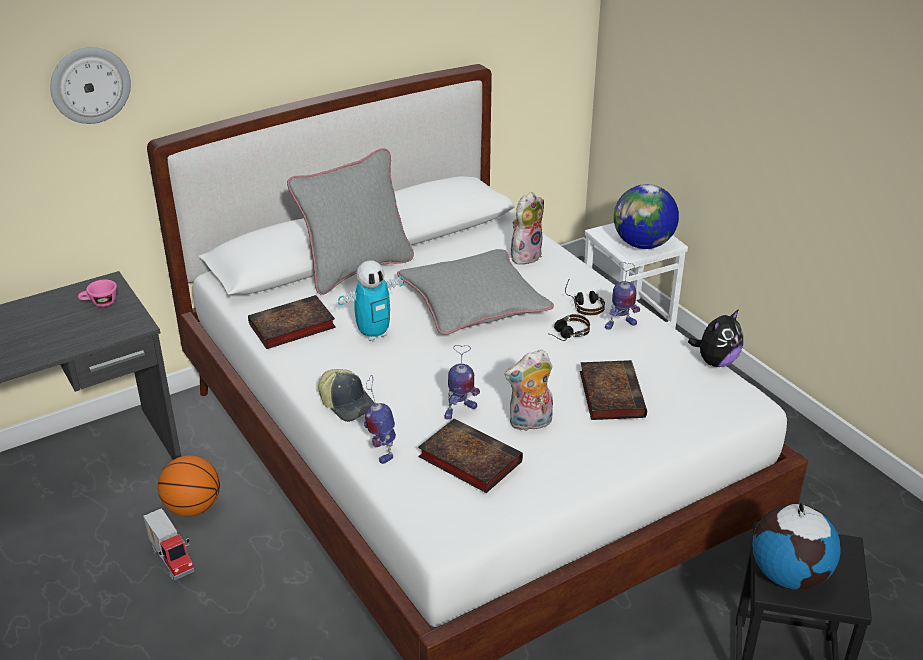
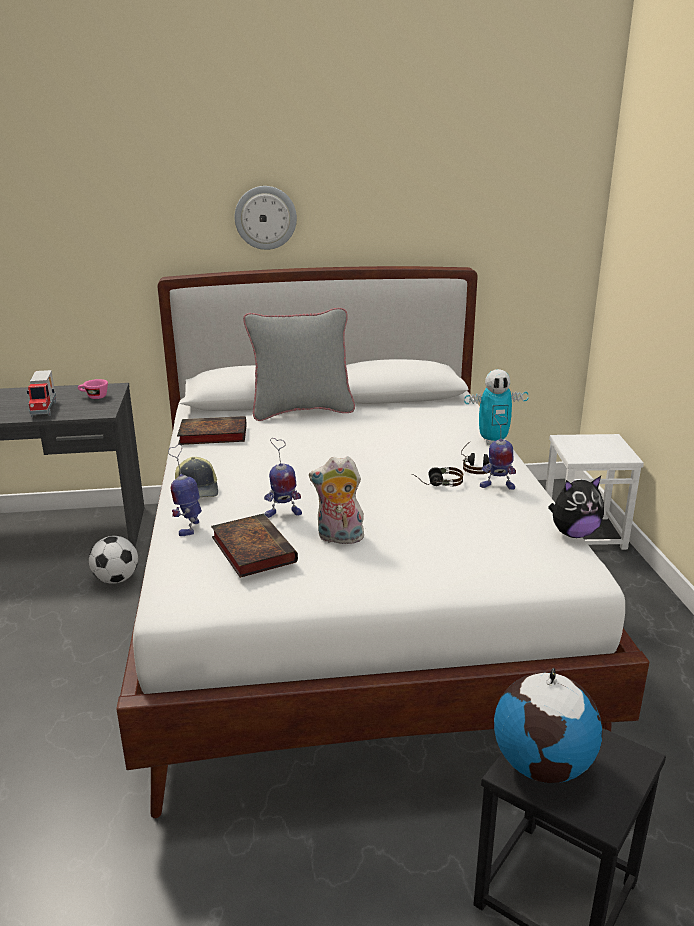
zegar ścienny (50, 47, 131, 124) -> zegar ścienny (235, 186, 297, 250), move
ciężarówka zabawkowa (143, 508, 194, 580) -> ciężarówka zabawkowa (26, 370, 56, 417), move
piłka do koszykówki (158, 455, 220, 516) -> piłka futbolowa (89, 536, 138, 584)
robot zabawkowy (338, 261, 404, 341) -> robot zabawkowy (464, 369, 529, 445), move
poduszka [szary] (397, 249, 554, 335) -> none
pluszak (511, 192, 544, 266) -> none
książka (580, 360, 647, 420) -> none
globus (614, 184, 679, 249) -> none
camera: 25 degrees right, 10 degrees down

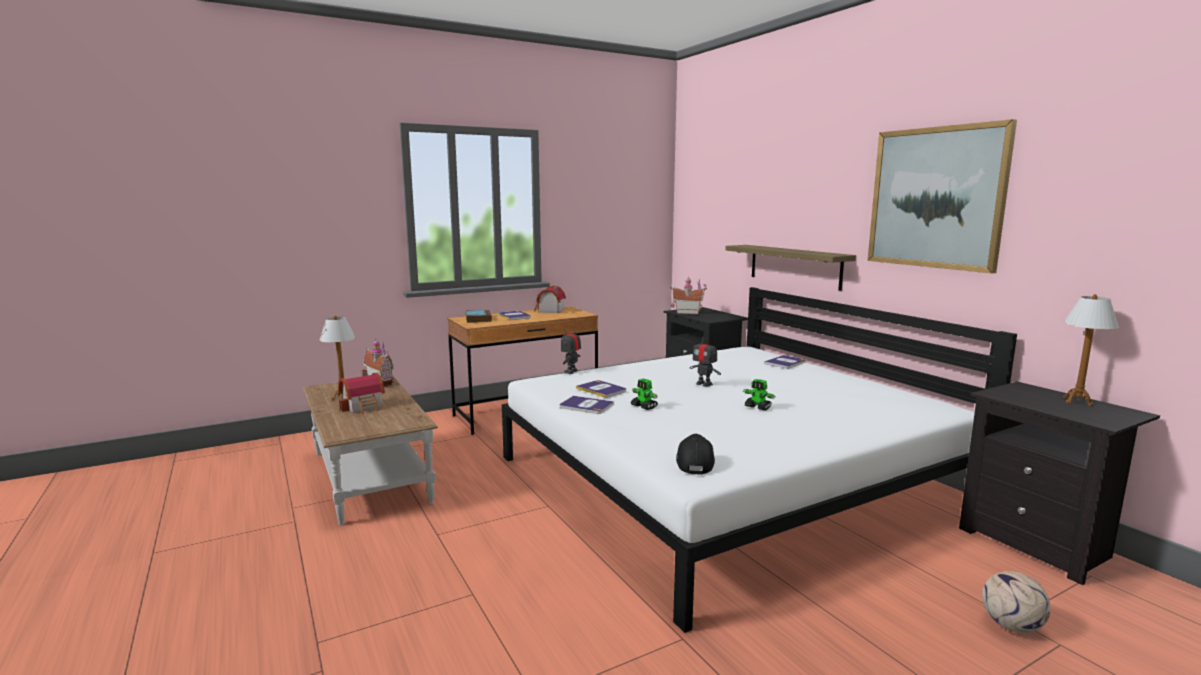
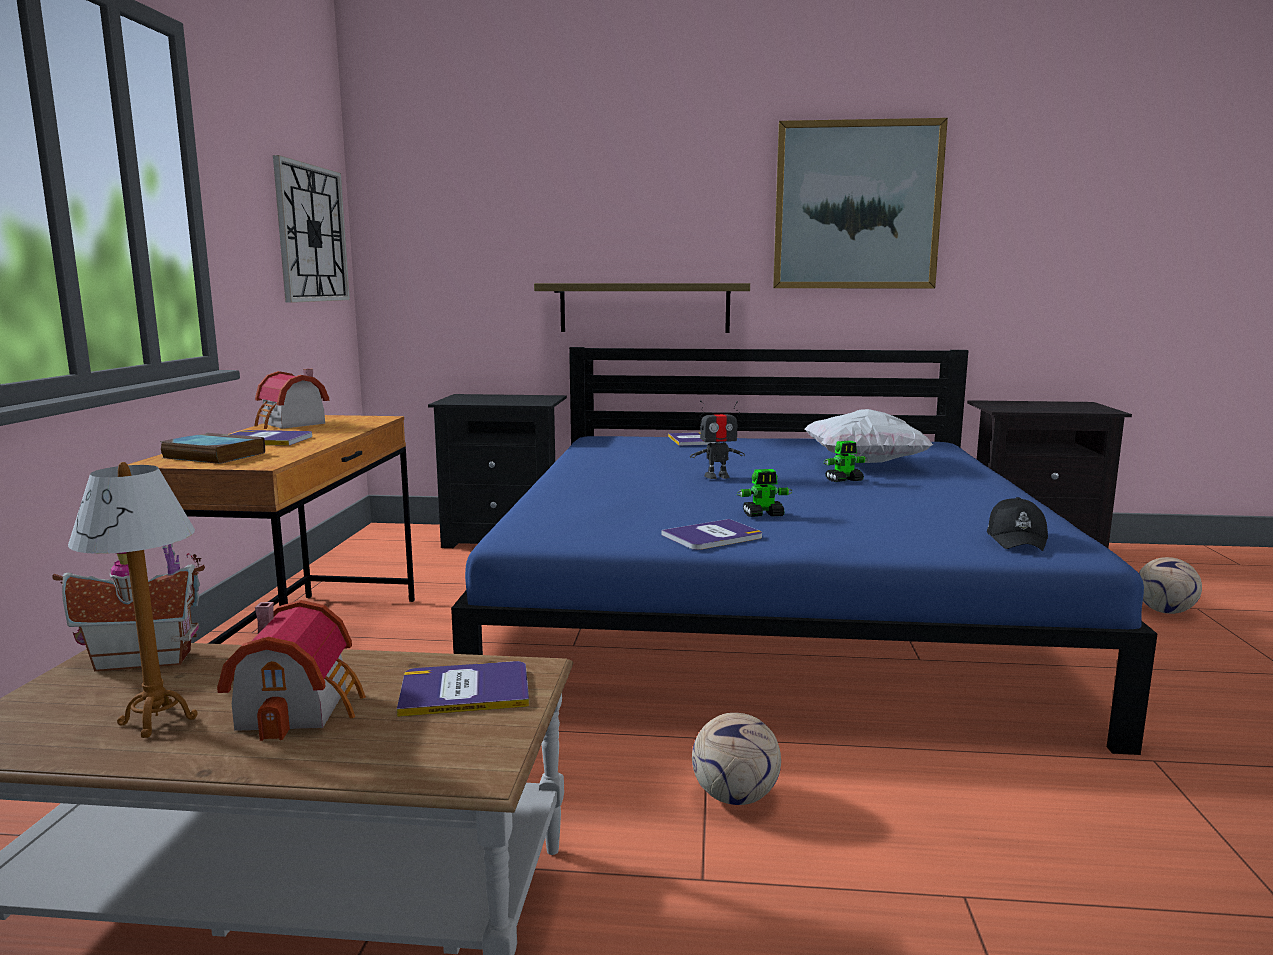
łóżko [biały] (502, 287, 1017, 633) -> łóżko [niebieski] (451, 347, 1157, 755)
robot zabawkowy (561, 324, 581, 374) -> none
książka (576, 380, 626, 398) -> książka (397, 661, 529, 717), move
domek (670, 276, 707, 314) -> none
czapka z daszkiem [czarny] (676, 434, 715, 475) -> czapka z daszkiem [czarny] (987, 497, 1048, 551), 120 degrees counterclockwise
lampa stołowa (1063, 294, 1119, 406) -> none
none -> zegar ścienny (273, 155, 350, 303)
none -> piłka futbolowa (692, 713, 781, 805)
none -> poduszka [biały] (805, 409, 933, 463)
camera: 55 degrees left, 0 degrees up

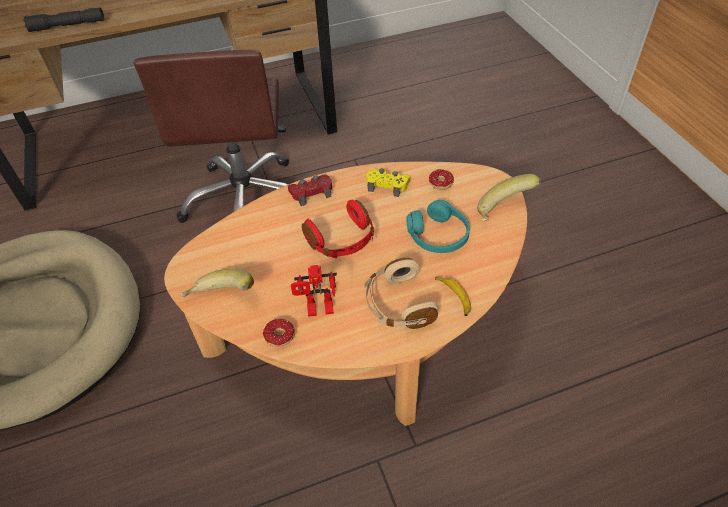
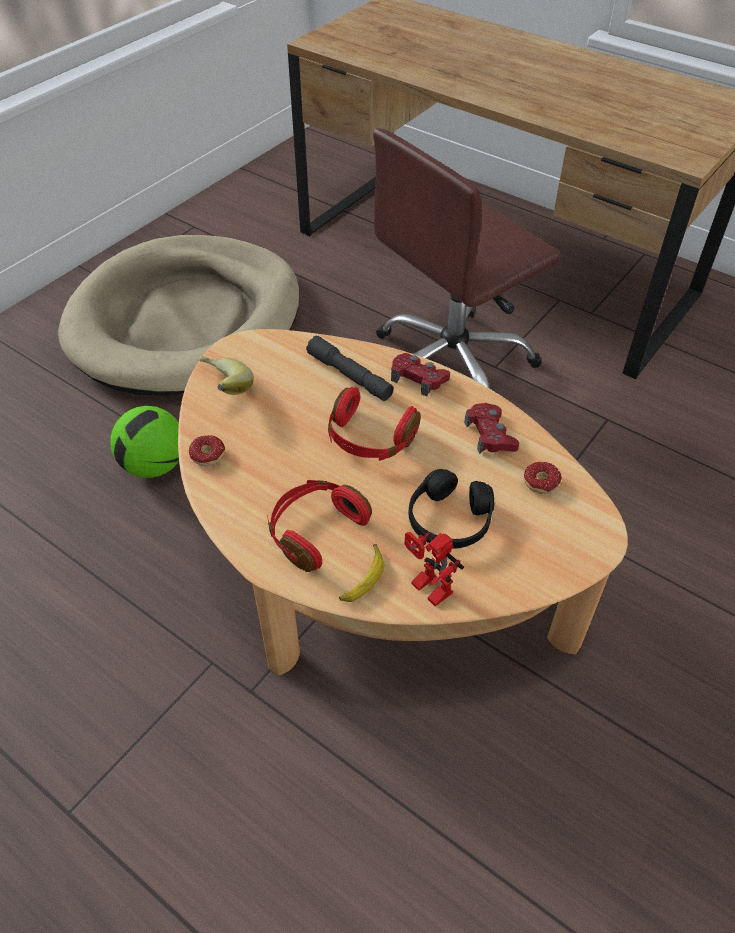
latarka [szary] (23, 8, 104, 32) -> latarka [szary] (306, 336, 394, 401), move
robot zabawkowy (291, 265, 337, 317) -> robot zabawkowy (405, 530, 464, 606), move
słuchawki [beżowy] (364, 258, 438, 329) -> słuchawki [czerwony] (267, 480, 372, 572)
pad do gier [żółty] (366, 169, 410, 197) -> pad do gier [czerwony] (464, 403, 519, 454)
słuchawki [turkusowy] (407, 200, 470, 253) -> słuchawki [czarny] (409, 469, 494, 549)
banan (477, 174, 541, 222) -> none
none -> piłka futbolowa (110, 406, 179, 478)
camera: 55 degrees right, 0 degrees up

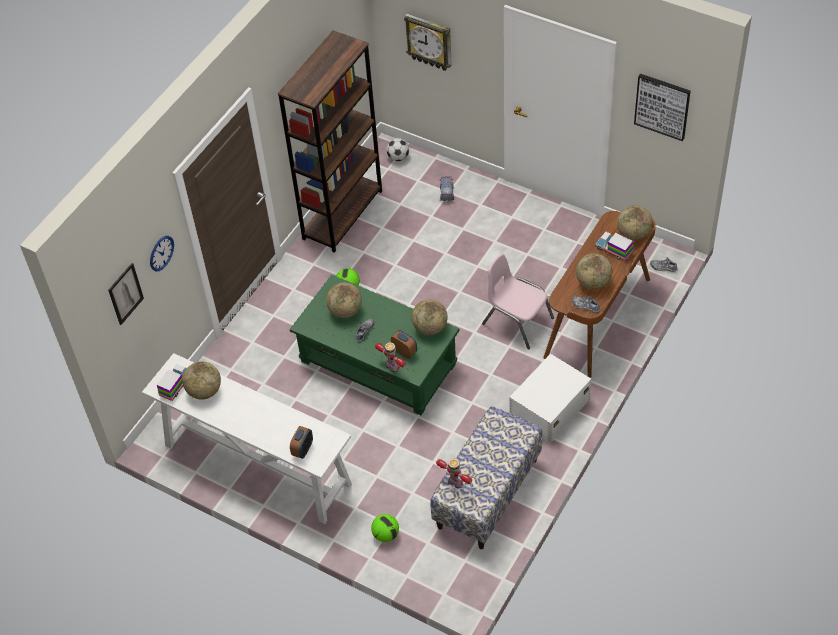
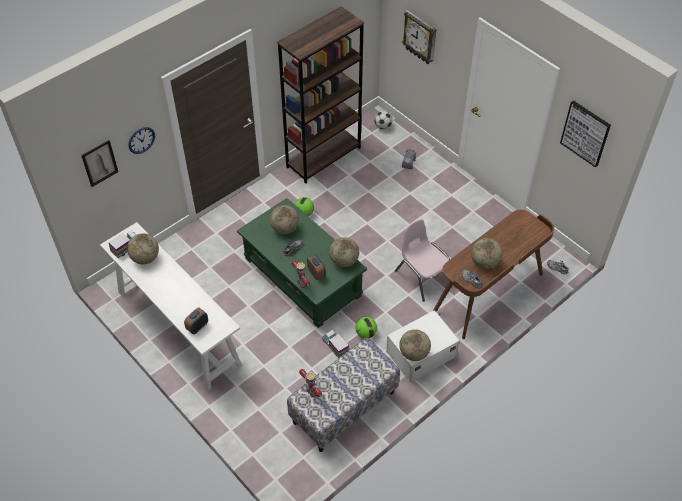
piłka futbolowa (371, 514, 399, 542) -> piłka futbolowa (355, 317, 377, 339), move
ciężarówka zabawkowa (595, 232, 633, 261) -> ciężarówka zabawkowa (322, 330, 349, 358), move
globus (617, 205, 653, 241) -> globus (399, 329, 431, 361), move
camera: 15 degrees right, 0 degrees up

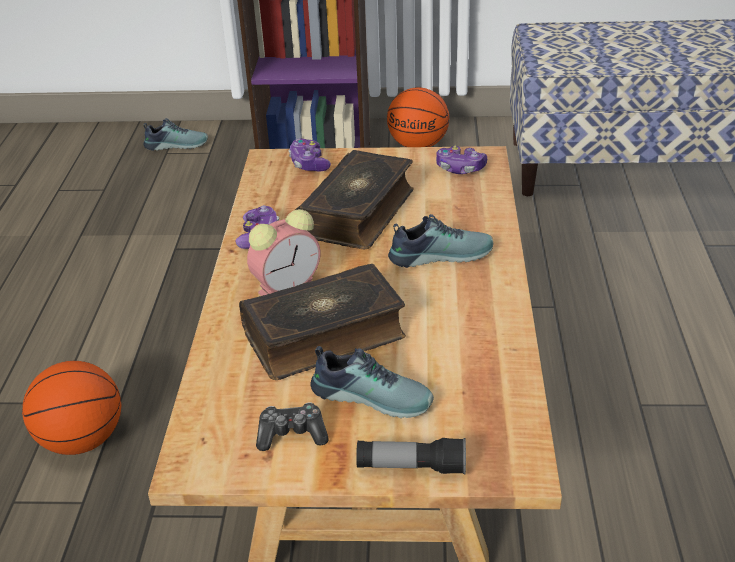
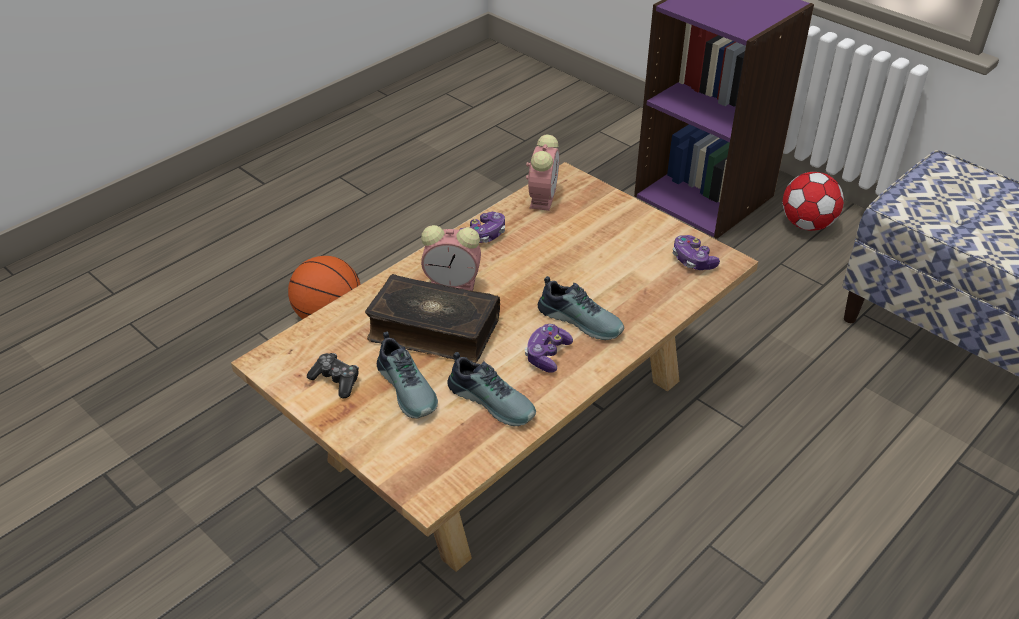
but (143, 118, 208, 151) -> but (448, 352, 536, 426), move
pad do gier (289, 138, 331, 171) -> pad do gier (525, 324, 573, 373), move
książka (295, 150, 414, 249) -> none
latarka (356, 438, 466, 474) -> none
piłka do koszykówki (387, 87, 449, 147) -> piłka futbolowa (783, 172, 844, 231)
none -> budzik (526, 134, 559, 211)
camera: 40 degrees right, 5 degrees up

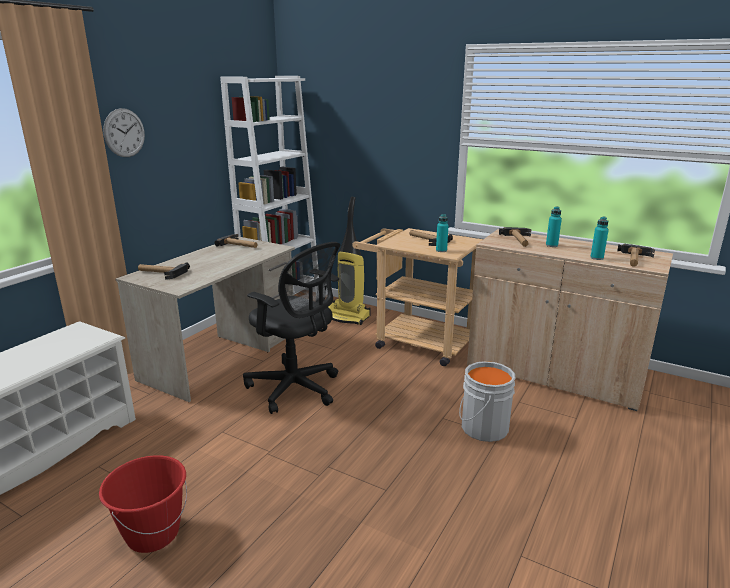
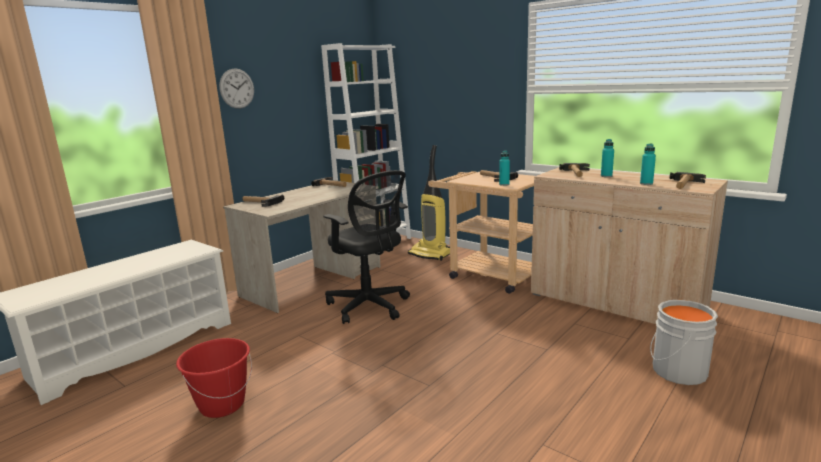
wiadro [szary] (459, 361, 516, 442) -> wiadro [szary] (650, 300, 718, 385), move
camera: 10 degrees right, 5 degrees down

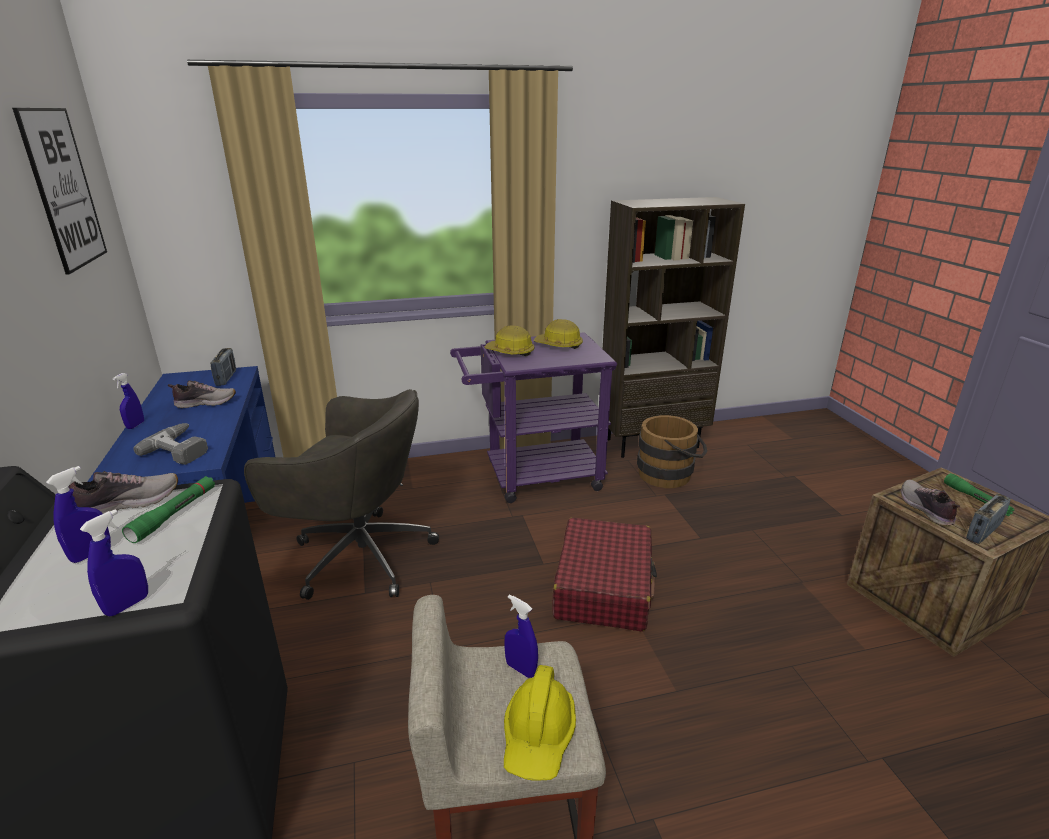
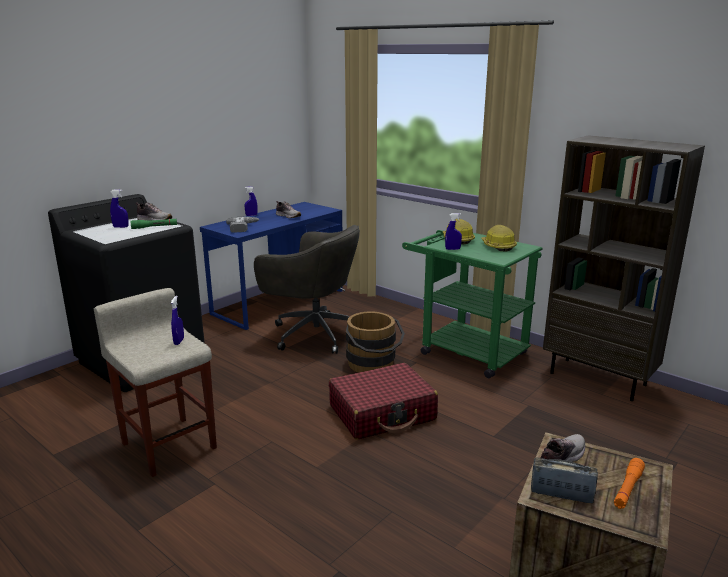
obraz (12, 108, 107, 275) -> none
spryskiwacz [niebieski] (80, 509, 148, 617) -> spryskiwacz [niebieski] (445, 213, 462, 250), move
radio (210, 348, 236, 386) -> none
krzesło biurowe [szary] (244, 389, 439, 600) -> krzesło biurowe [szary] (254, 225, 360, 354), 45 degrees counterclockwise
wózek [fioletowy] (450, 332, 617, 503) -> wózek [zielony] (402, 230, 542, 378)
kask [żółty] (504, 665, 576, 781) -> none
wiadro [brązowy] (637, 415, 707, 488) -> wiadro [brązowy] (346, 312, 405, 373), move
latarka [zielony] (944, 473, 1014, 516) -> latarka [pomarańczowy] (614, 458, 645, 509)
camera: 55 degrees right, 5 degrees down

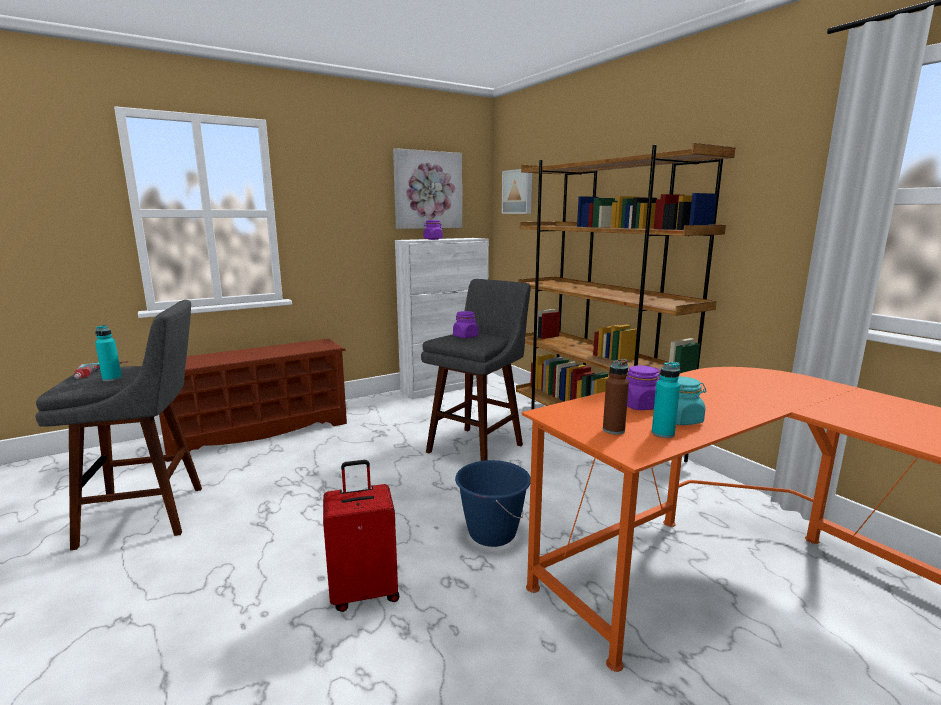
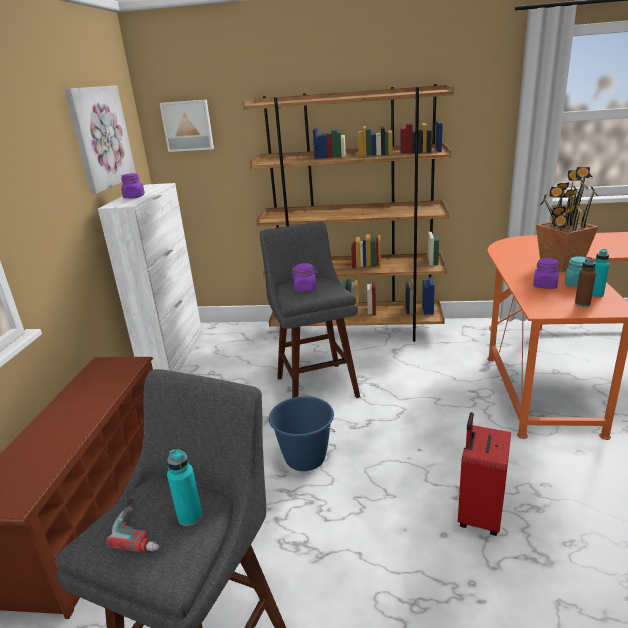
wiadro [niebieski] (455, 460, 531, 547) -> wiadro [niebieski] (269, 396, 335, 471), move
none -> roślina doniczkowa (536, 167, 598, 271)
camera: 50 degrees left, 10 degrees up

